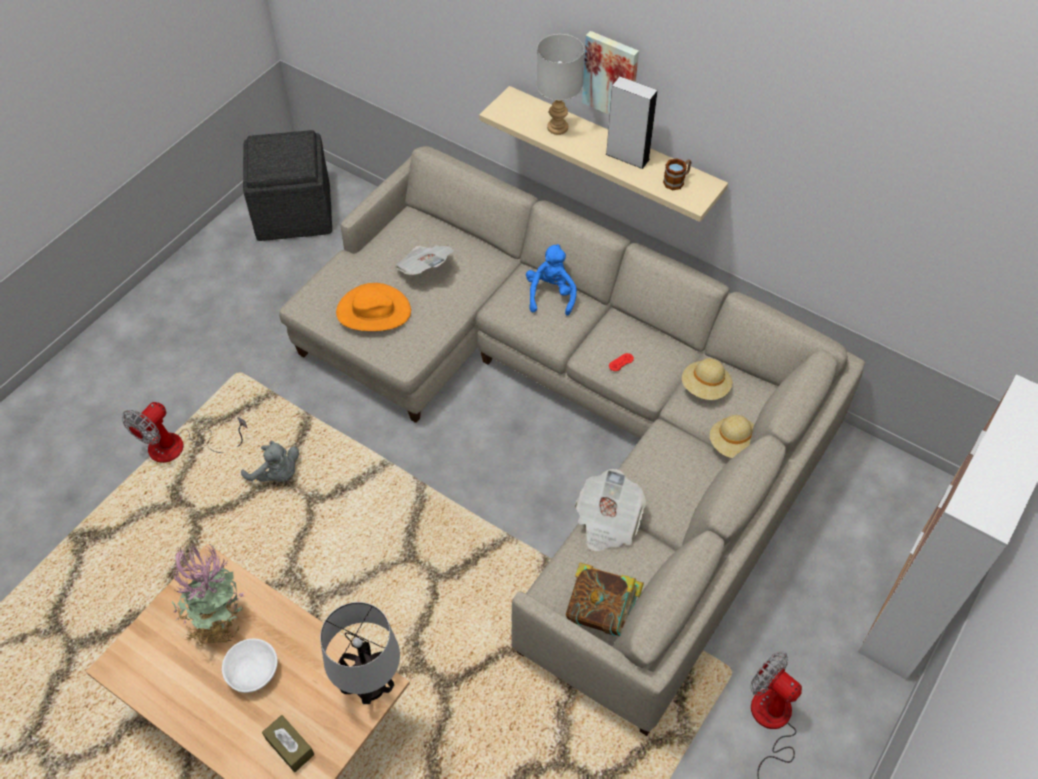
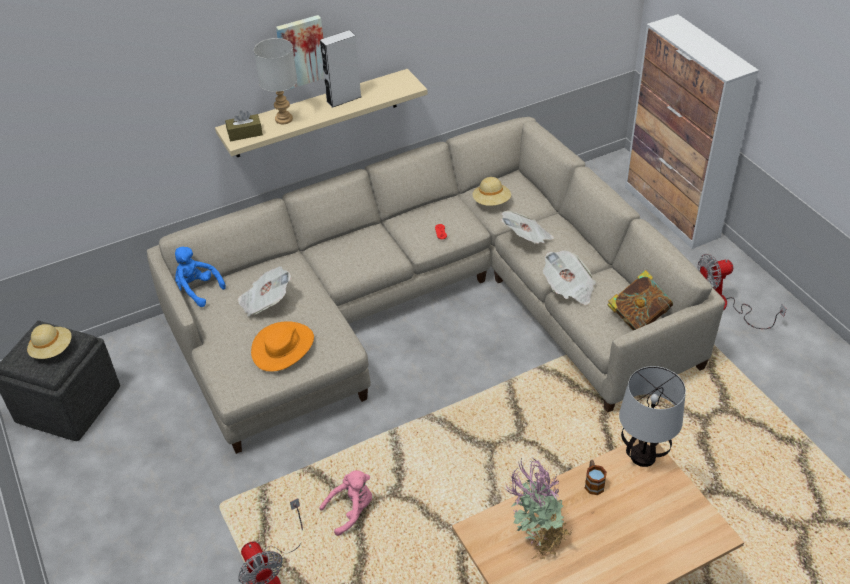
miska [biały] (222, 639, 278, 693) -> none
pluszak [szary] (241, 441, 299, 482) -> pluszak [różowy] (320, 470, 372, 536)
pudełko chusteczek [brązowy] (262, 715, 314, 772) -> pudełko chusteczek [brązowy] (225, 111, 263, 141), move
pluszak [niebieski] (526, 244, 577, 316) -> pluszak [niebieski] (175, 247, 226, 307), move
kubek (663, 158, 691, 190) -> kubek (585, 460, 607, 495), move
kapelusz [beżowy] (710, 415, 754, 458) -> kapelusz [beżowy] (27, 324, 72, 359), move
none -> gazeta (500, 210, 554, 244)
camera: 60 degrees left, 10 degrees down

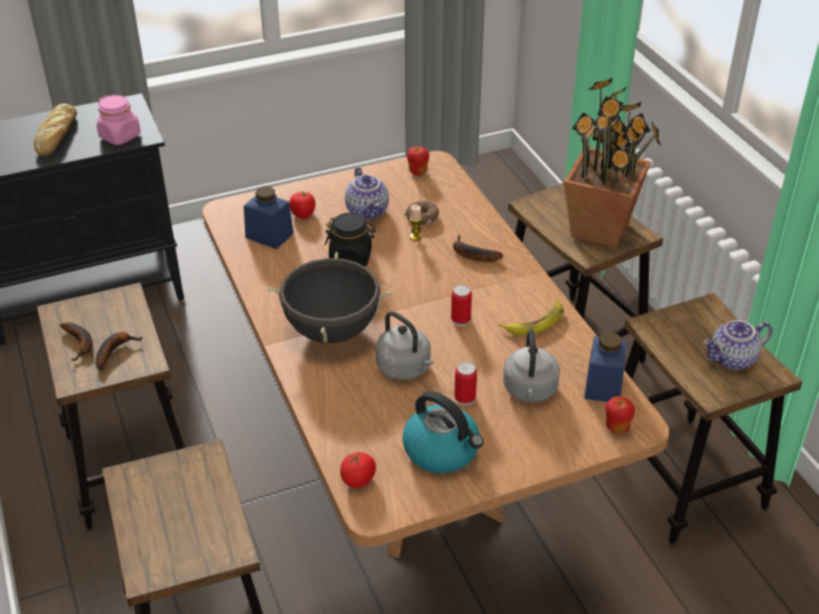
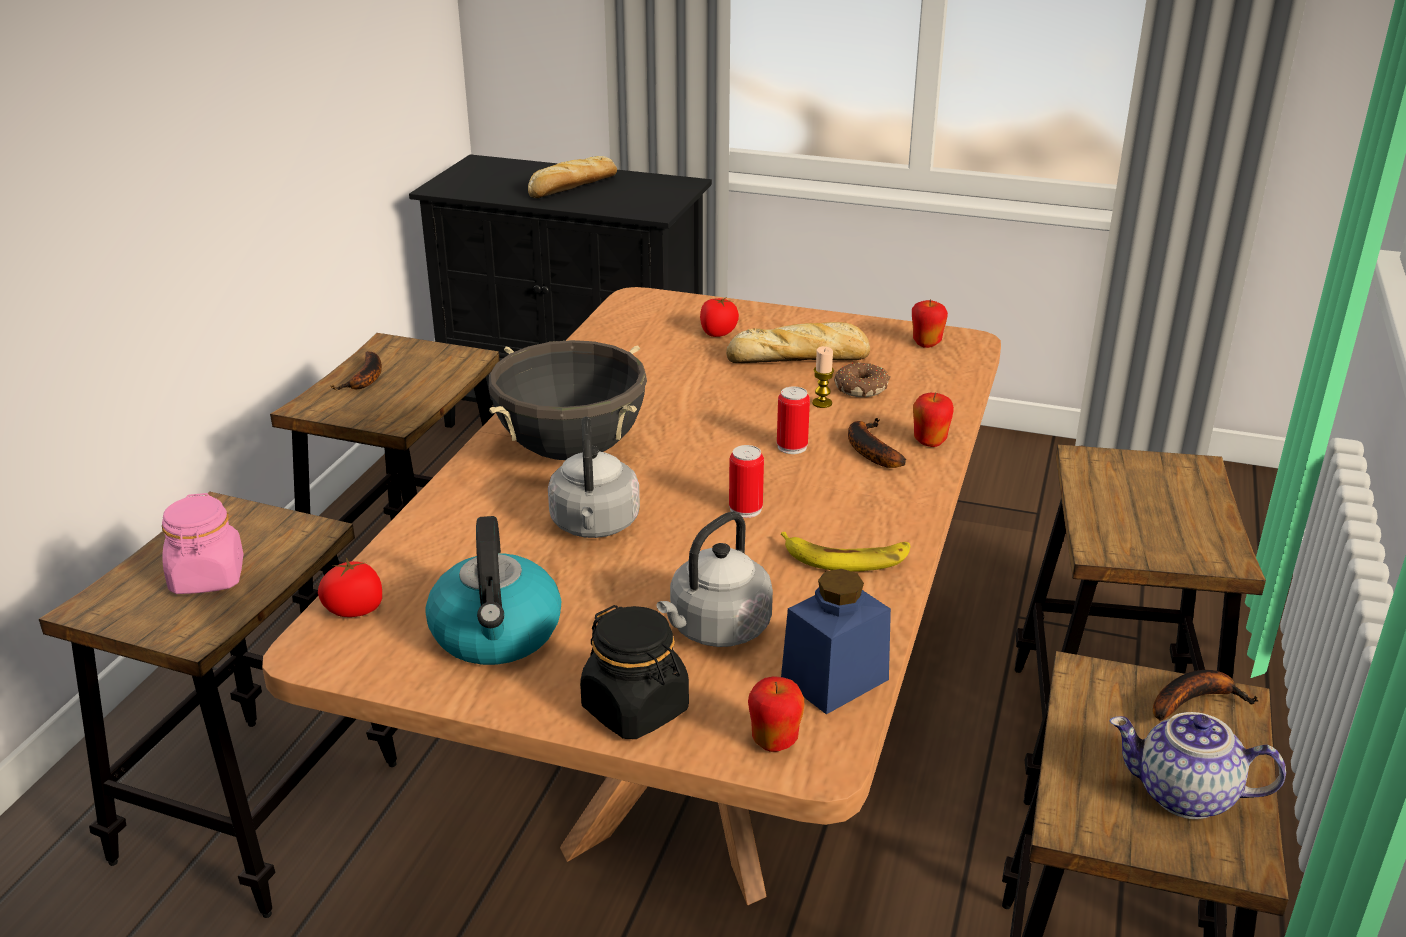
banan (95, 332, 143, 370) -> banan (1153, 670, 1258, 721), move
słoik [różowy] (97, 95, 141, 145) -> słoik [różowy] (162, 493, 244, 594), move
słoik [niebieski] (244, 186, 294, 249) -> none
słoik [czarny] (325, 213, 376, 267) -> słoik [czarny] (580, 605, 689, 739), move
imbryk (345, 167, 389, 220) -> chleb (726, 322, 870, 363)
puszka (454, 362, 477, 406) -> puszka (777, 387, 810, 454), move
roślina doniczkowa (564, 78, 661, 248) -> none
none -> jabłko (913, 392, 954, 447)
camera: 40 degrees right, 10 degrees down

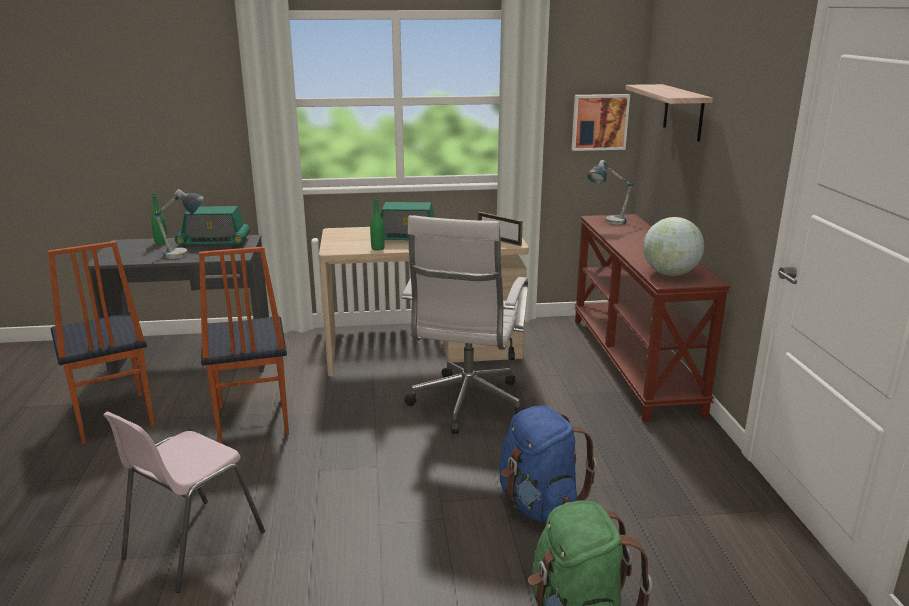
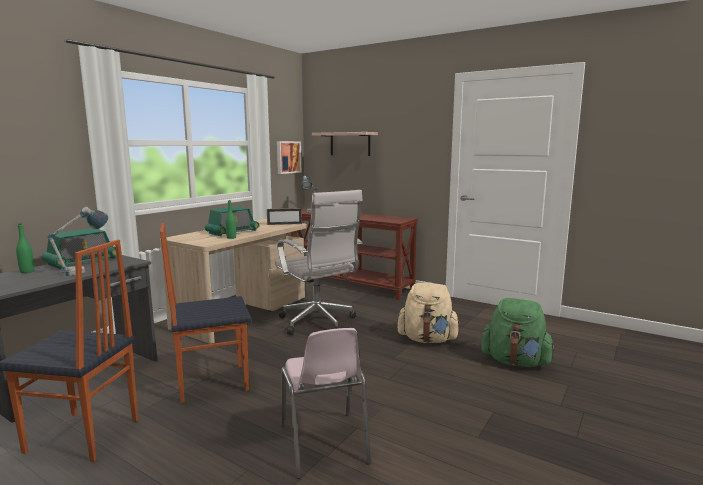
krzesło (199, 247, 289, 444) -> krzesło (160, 223, 252, 403), 135 degrees clockwise
plecak [niebieski] (500, 406, 597, 523) -> plecak [beżowy] (397, 283, 461, 343)
globus (643, 217, 704, 276) -> none
camera: 50 degrees left, 10 degrees down

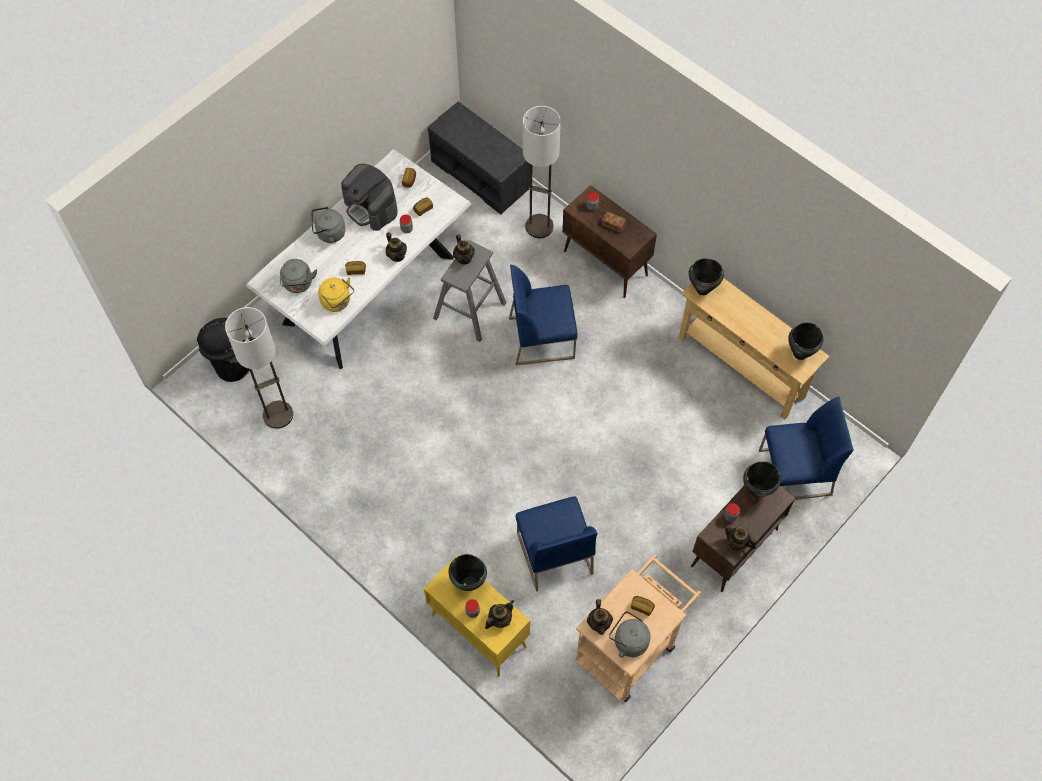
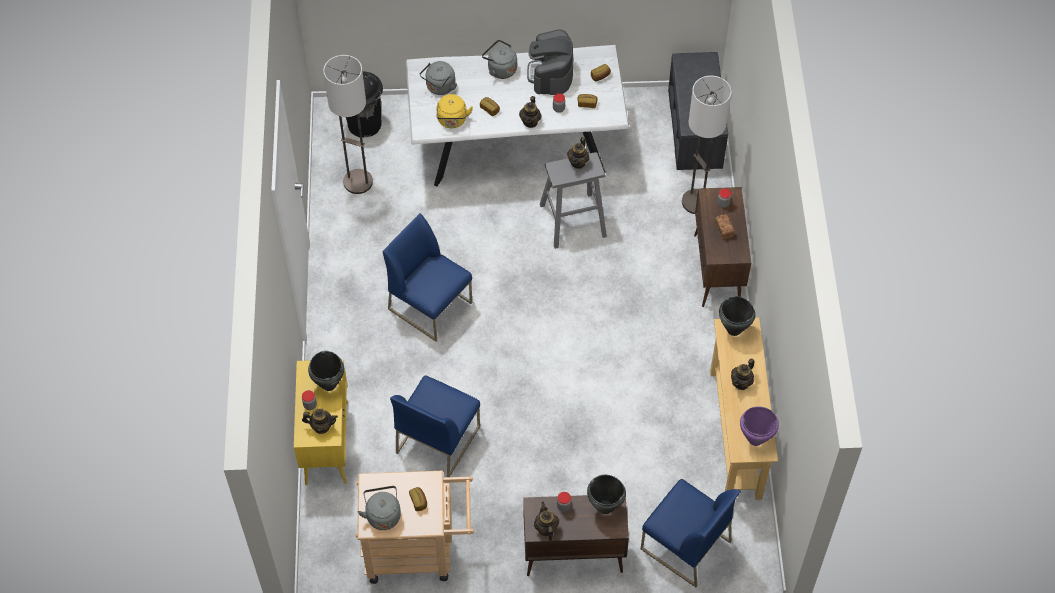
krzesło [niebieski] (509, 265, 578, 365) -> krzesło [niebieski] (383, 213, 472, 342), move
imbryk (587, 599, 613, 635) -> imbryk (731, 359, 755, 390), move
garnek [czarny] (788, 322, 823, 360) -> garnek [fioletowy] (740, 407, 779, 446)
camera: 45 degrees right, 5 degrees down

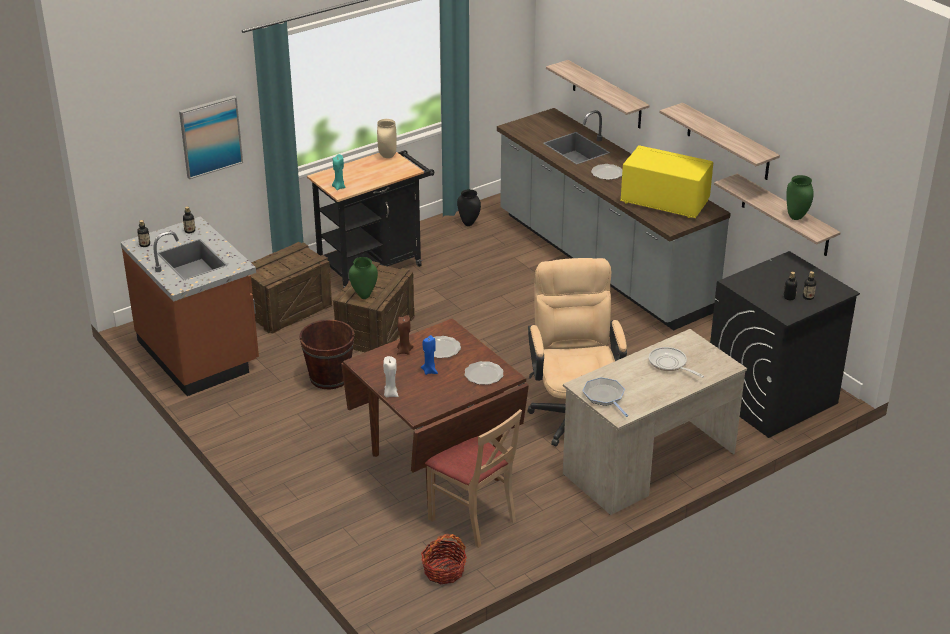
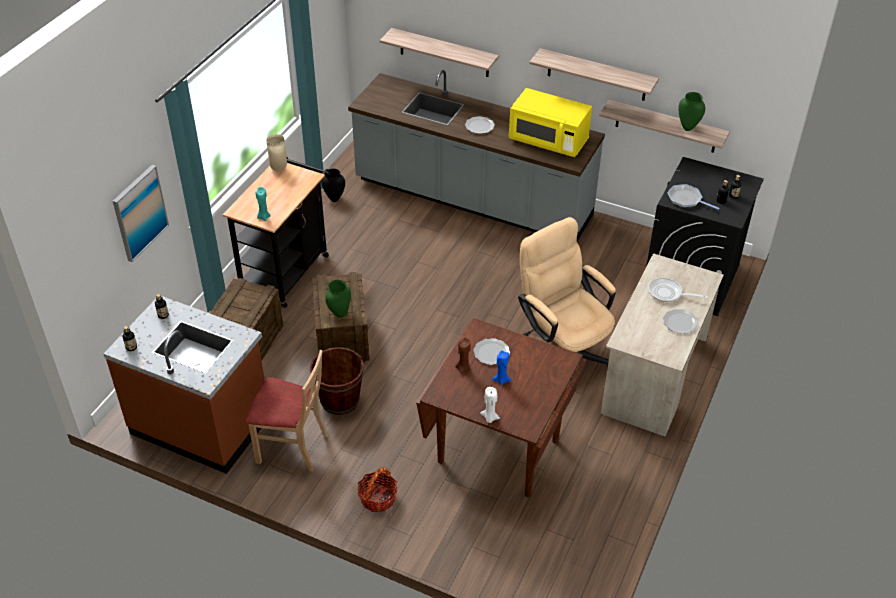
koszyk (421, 534, 467, 584) -> koszyk (357, 467, 397, 512), move
krzesło [beżowy] (425, 409, 522, 548) -> krzesło [beżowy] (246, 350, 328, 472), move
talerz (464, 361, 504, 385) -> talerz (663, 309, 698, 334), move
patelnia (583, 377, 628, 417) -> patelnia (668, 184, 720, 210), move
mikrofalówka [żółty] (620, 145, 713, 218) -> mikrofalówka [żółty] (509, 88, 592, 157), 150 degrees counterclockwise
camera: 30 degrees left, 10 degrees up

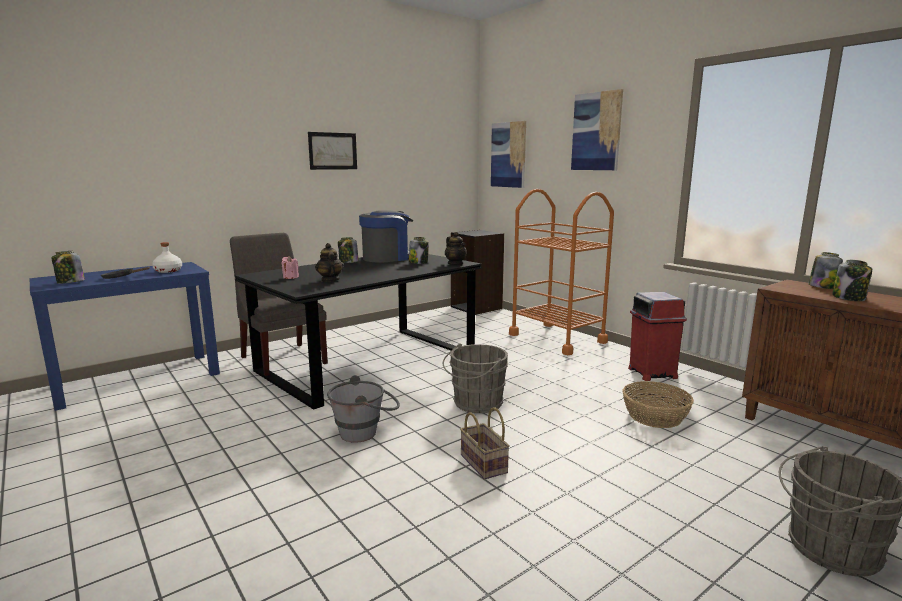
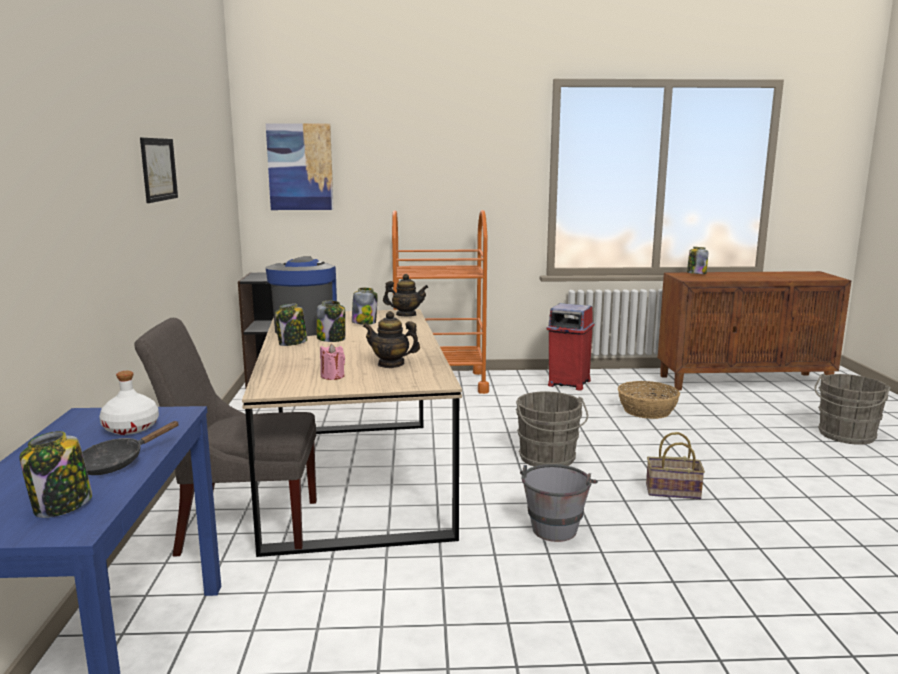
stół jadalny [czarny] (235, 254, 481, 410) -> stół jadalny [beżowy] (242, 309, 462, 557)
obraz (571, 89, 623, 170) -> none
słoik (832, 260, 872, 301) -> słoik (316, 301, 345, 342), move
camera: 55 degrees left, 0 degrees up

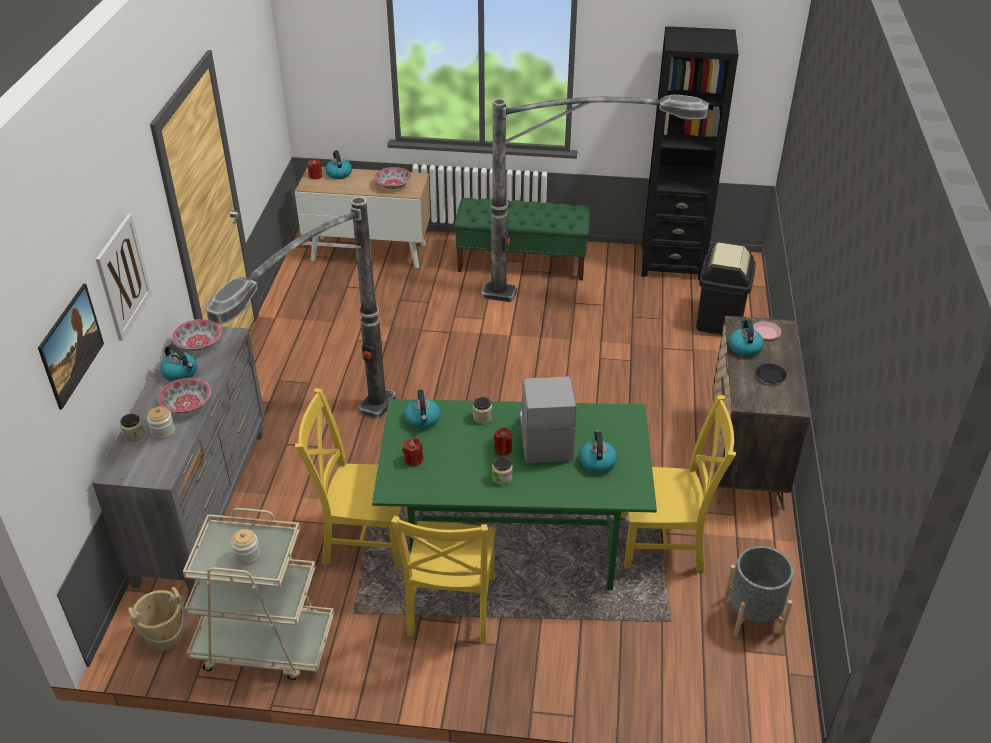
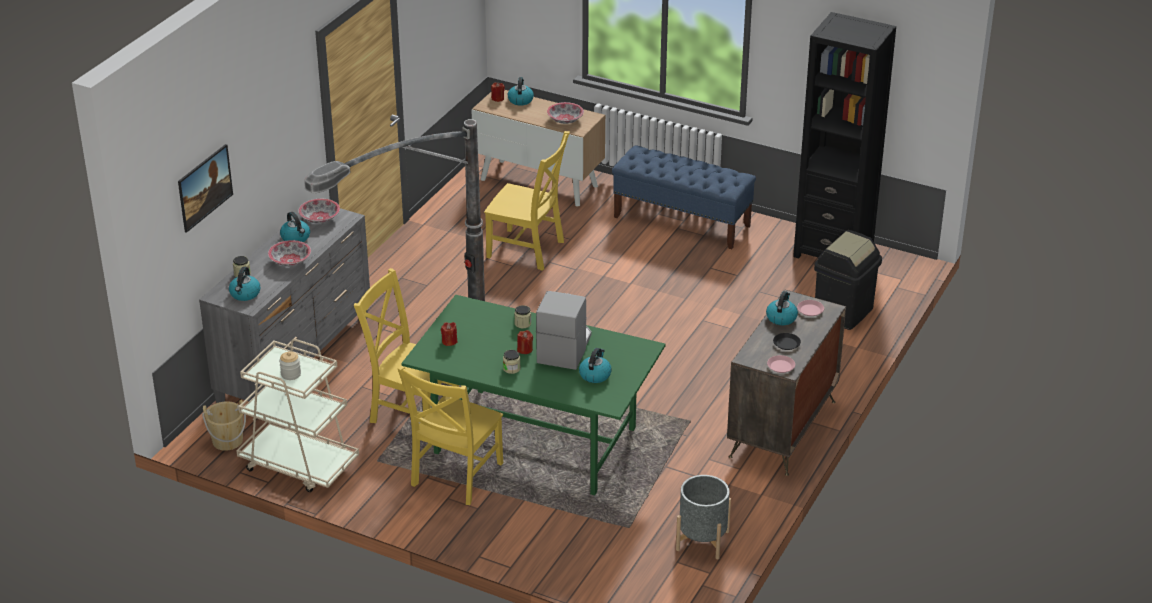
obraz (96, 214, 152, 341) -> none
słoik (147, 406, 175, 440) -> none
czajnik (404, 390, 440, 429) -> czajnik (229, 267, 261, 301), move
ławka [zielony] (454, 198, 591, 281) -> ławka [niebieski] (612, 145, 756, 249)
lampa stojąca (481, 95, 709, 302) -> none
krzesło [żółty] (621, 395, 736, 572) -> krzesło [żółty] (484, 131, 570, 271), move
none -> talerz [różowy] (767, 355, 795, 373)
camera: 20 degrees right, 5 degrees down

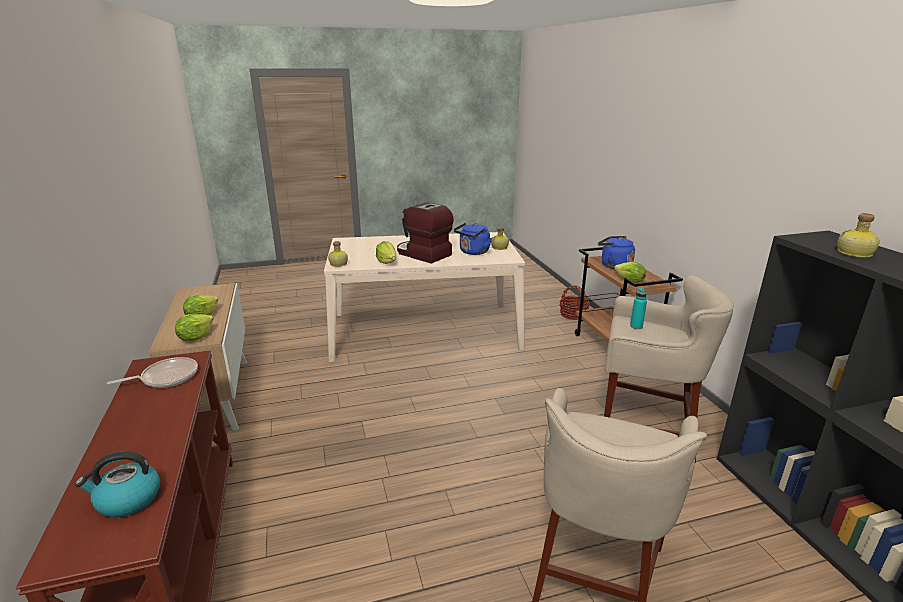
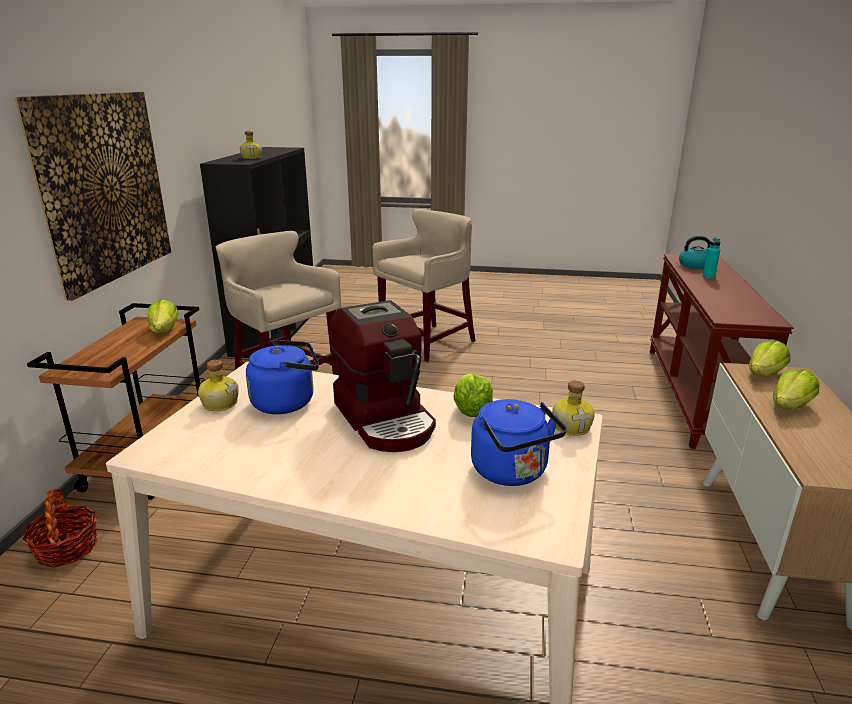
patelnia (107, 357, 198, 388) -> none
czajnik [niebieski] (598, 236, 635, 269) -> czajnik [niebieski] (471, 399, 567, 486), move
butelka [turkusowy] (630, 287, 647, 329) -> butelka [turkusowy] (702, 238, 720, 279), move
none -> obraz (14, 92, 171, 301)
camera: 155 degrees left, 0 degrees up

